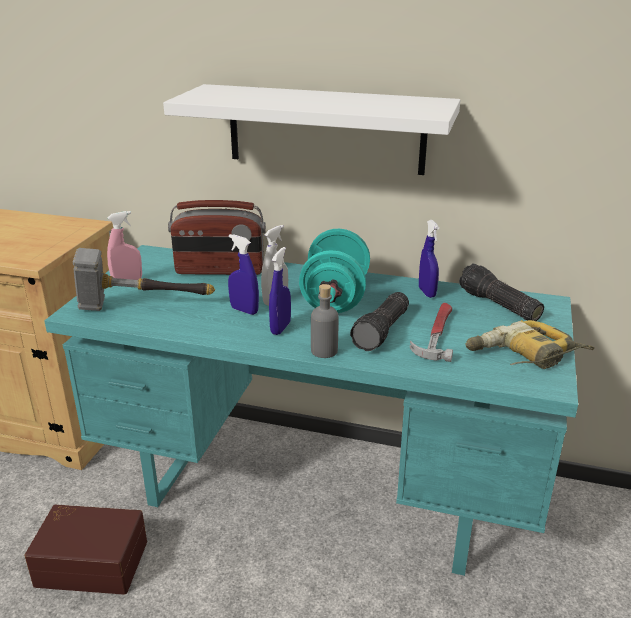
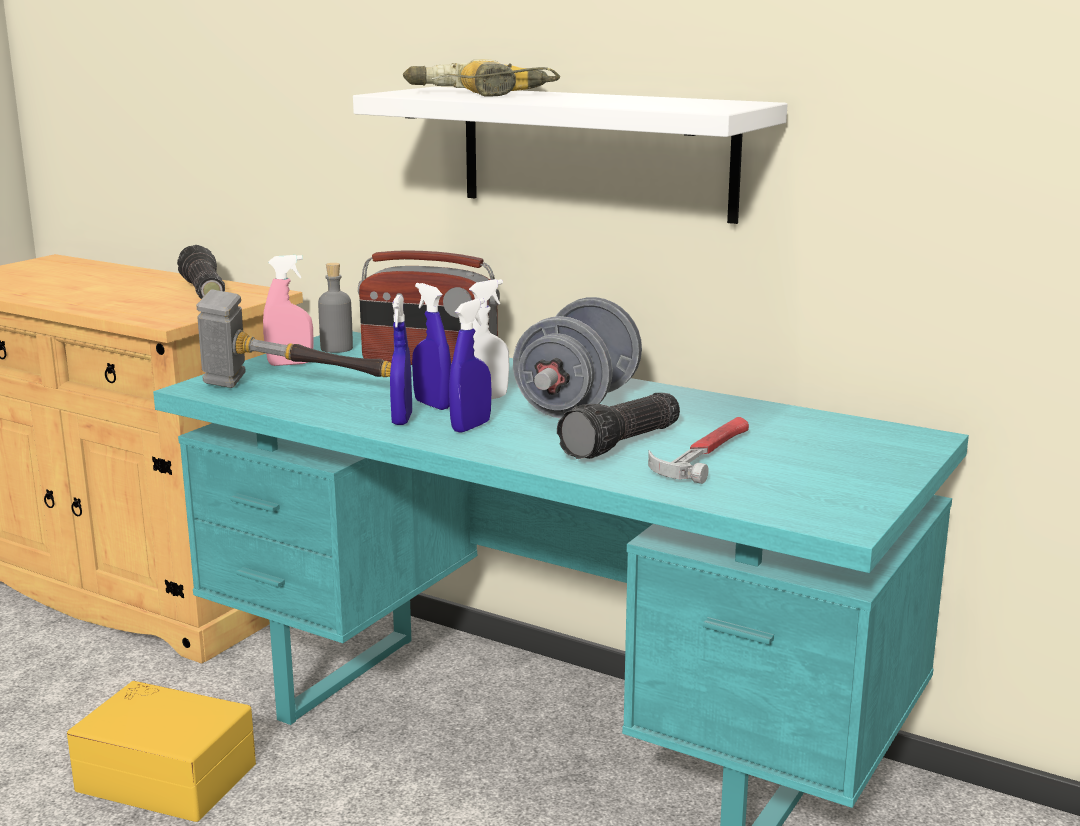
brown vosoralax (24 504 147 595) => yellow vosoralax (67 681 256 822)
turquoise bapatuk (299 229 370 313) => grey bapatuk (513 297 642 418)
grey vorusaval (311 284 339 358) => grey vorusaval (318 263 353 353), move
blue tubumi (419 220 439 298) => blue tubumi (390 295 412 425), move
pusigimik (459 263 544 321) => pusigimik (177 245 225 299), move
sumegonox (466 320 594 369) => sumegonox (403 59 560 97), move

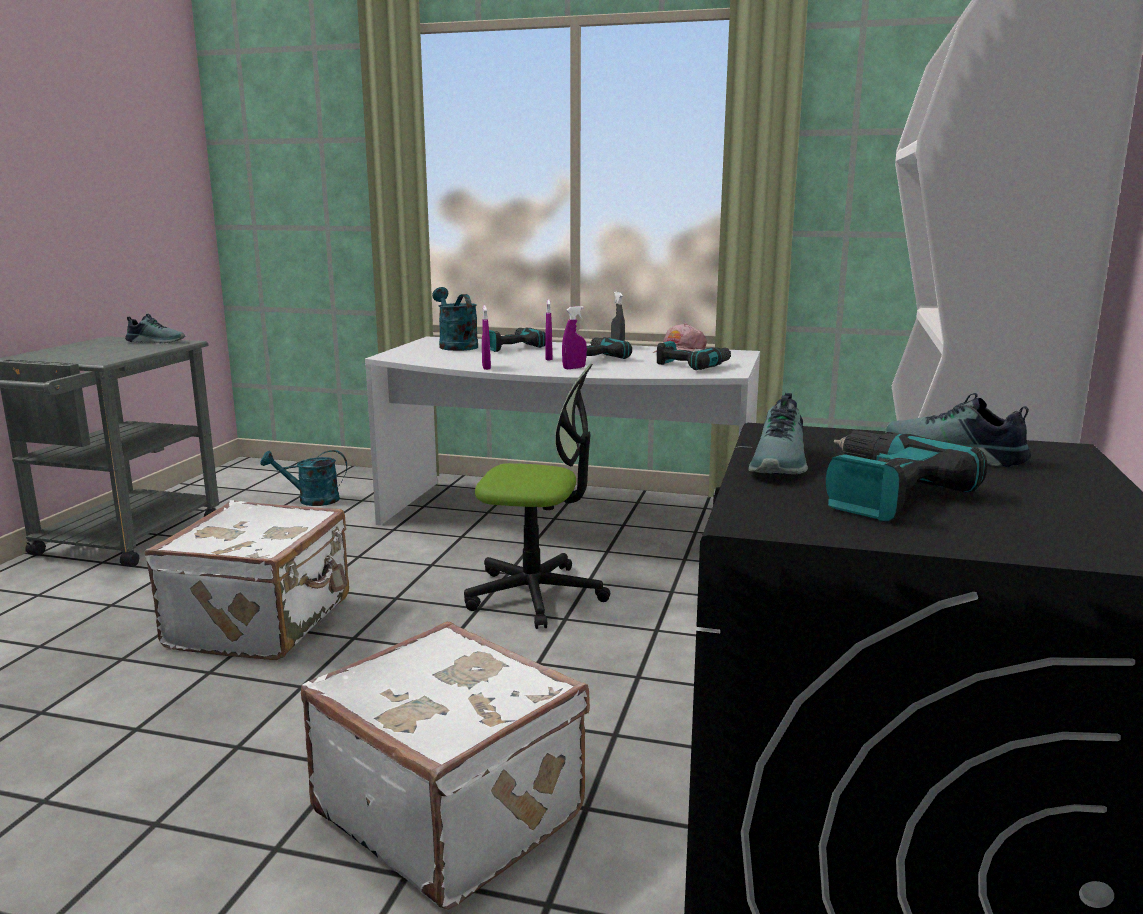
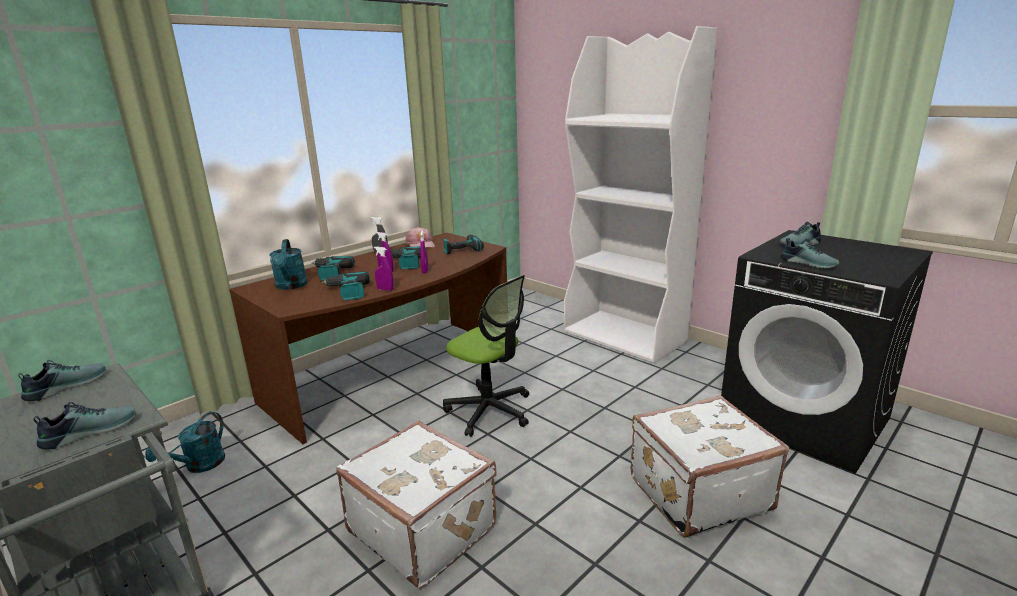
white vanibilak (365 336 760 525) => brown vanibilak (229 233 507 444)
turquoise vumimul (432 287 478 351) => turquoise vumimul (269 239 308 290), 105 degrees counterclockwise
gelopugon (464 364 610 629) => gelopugon (443 275 529 437), 90 degrees clockwise
sumegonox (826 430 988 522) => sumegonox (321 271 370 300), move
nothing => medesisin (34 402 136 450)

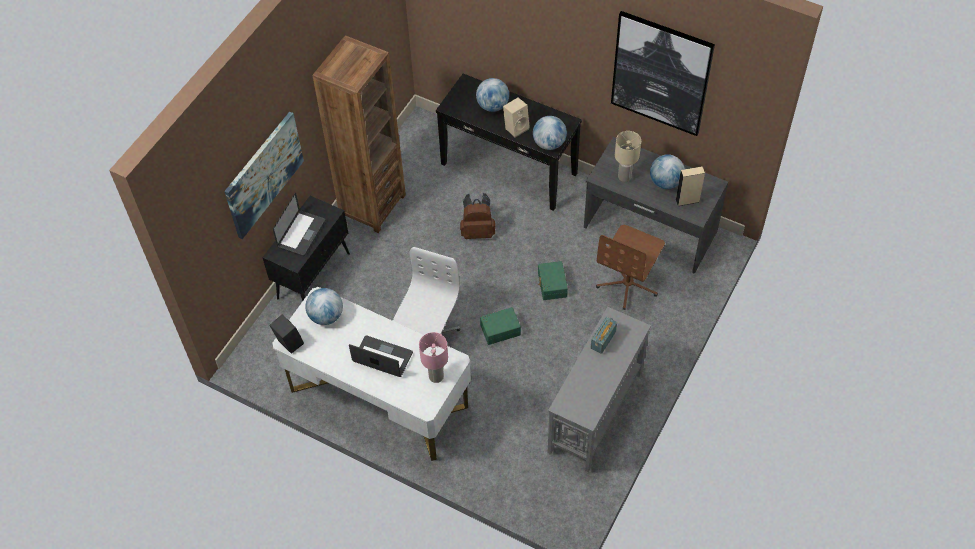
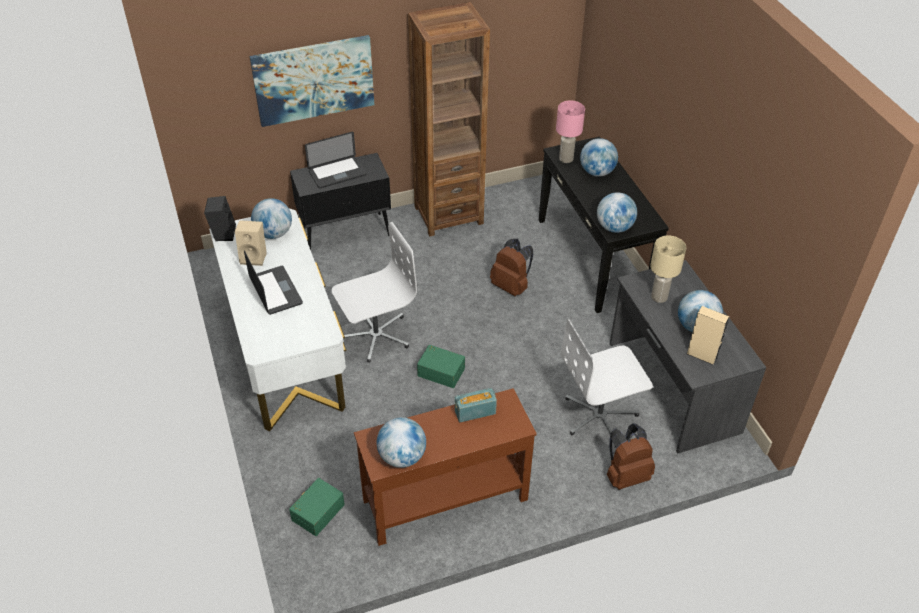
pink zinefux (419 332 448 383) => pink zinefux (556 100 585 163), move
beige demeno (503 97 530 138) => beige demeno (235 220 267 266), move
green vosoralax (538 261 568 300) => green vosoralax (289 478 345 536), move
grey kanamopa (548 307 651 472) => brown kanamopa (354 388 537 546)
brown gelopugon (596 225 665 310) => white gelopugon (561 319 653 435)
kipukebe (611 11 715 136) => nothing
nothing => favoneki (377 417 426 468)
nothing => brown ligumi (607 423 655 490)

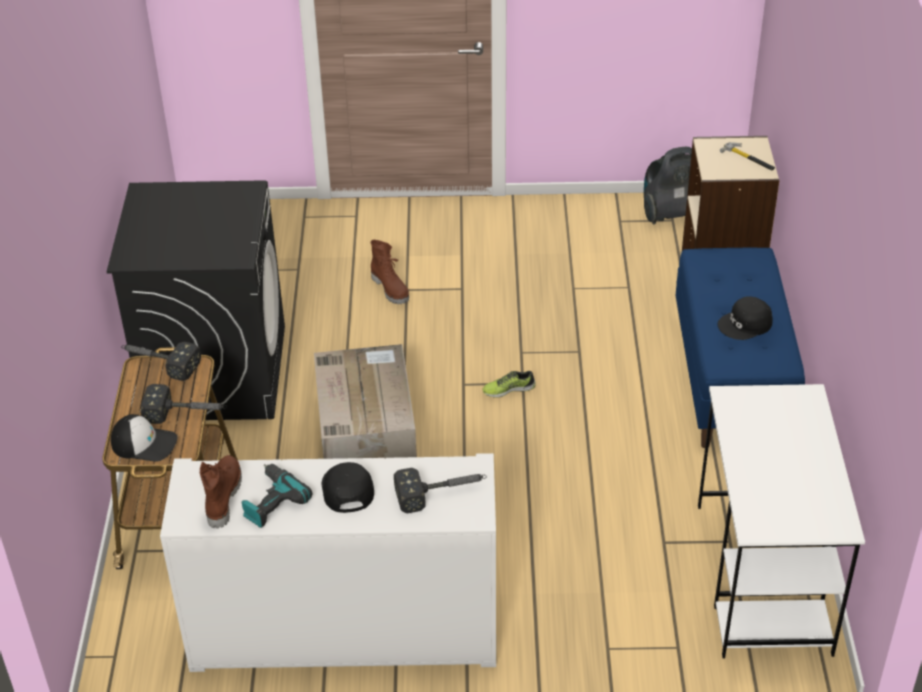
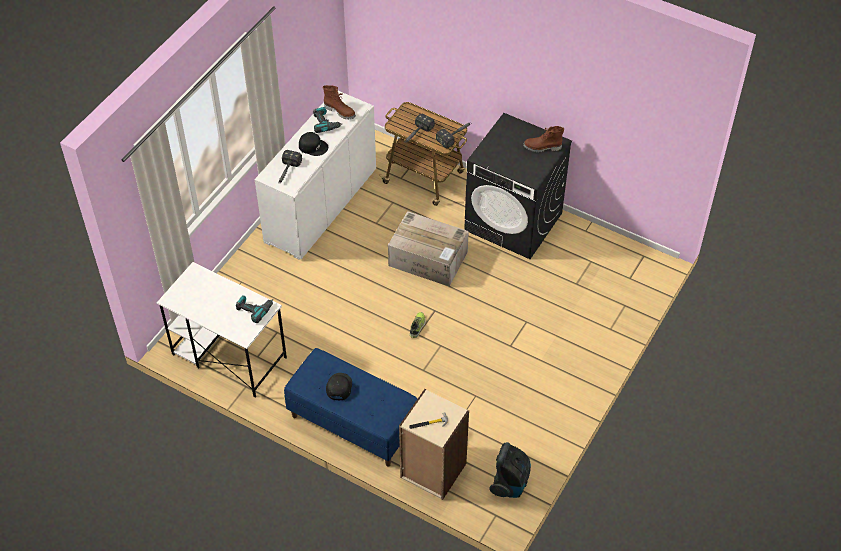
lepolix (111 414 178 461) => nothing
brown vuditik (371 240 409 304) => brown vuditik (523 126 564 152), move
nothing => sumegonox (236 295 273 323)

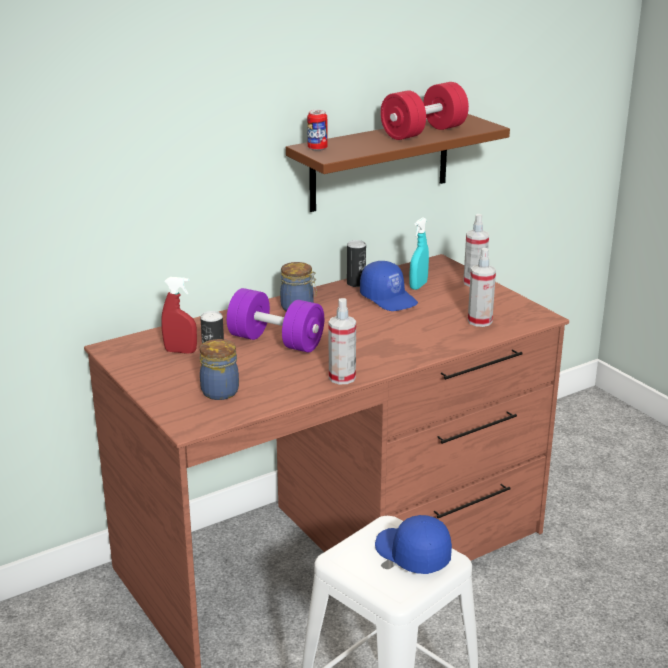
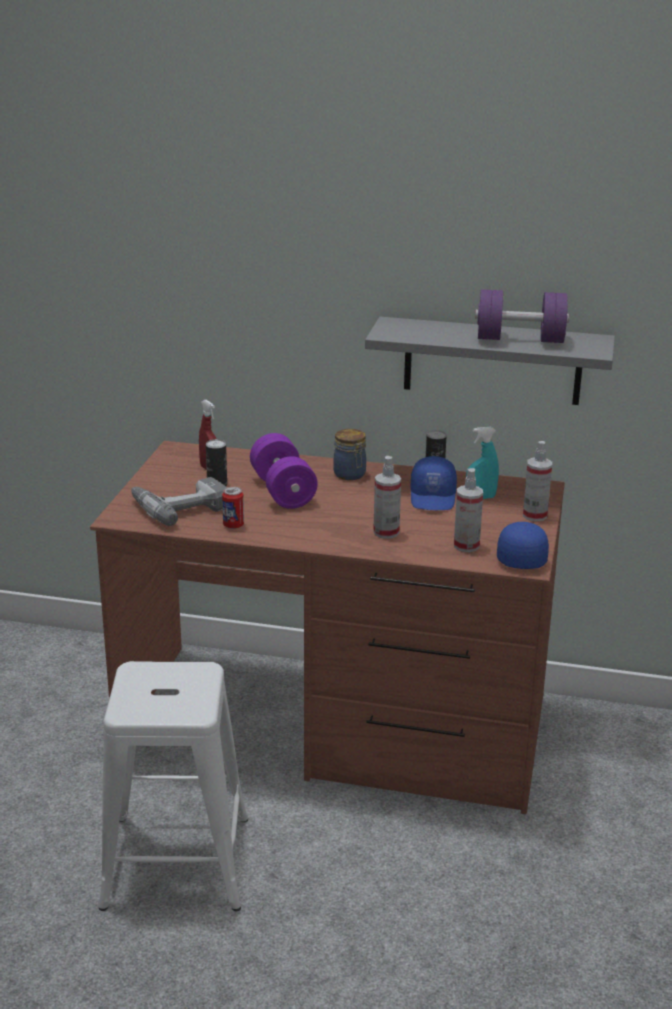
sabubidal (200 339 239 400) => sumegonox (131 477 227 526)
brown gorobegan (286 114 510 212) => grey gorobegan (365 317 615 405)
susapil (307 110 327 151) => susapil (222 487 244 529), move
tubumi (329 298 356 384) => tubumi (373 456 401 539), move
blue lepolix (375 515 452 574) => blue lepolix (497 522 549 569), move
red bapatuk (381 82 469 140) => purple bapatuk (475 289 569 343)

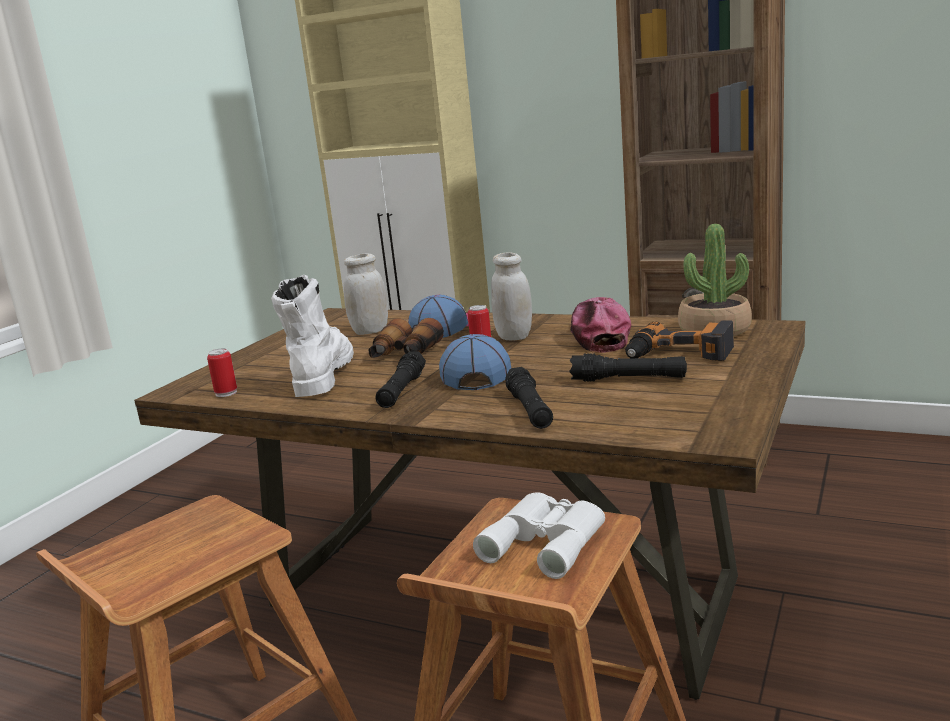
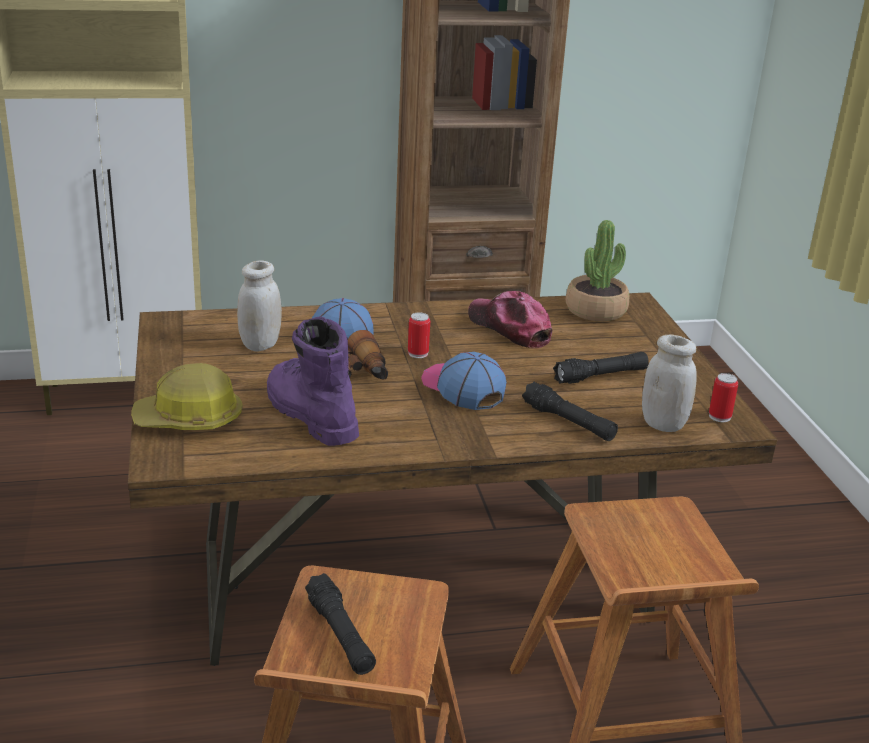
susapil (207 348 237 397) => susapil (709 373 738 422), move
white vuditik (271 275 354 397) => purple vuditik (267 316 359 446)
black pusigimik (375 352 426 408) => black pusigimik (305 573 376 675), move
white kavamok (473 493 605 579) => nothing
white sabubidal (491 253 532 341) => white sabubidal (642 334 697 432), move
sumegonox (625 320 734 361) => nothing
nothing => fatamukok (131 363 243 430)

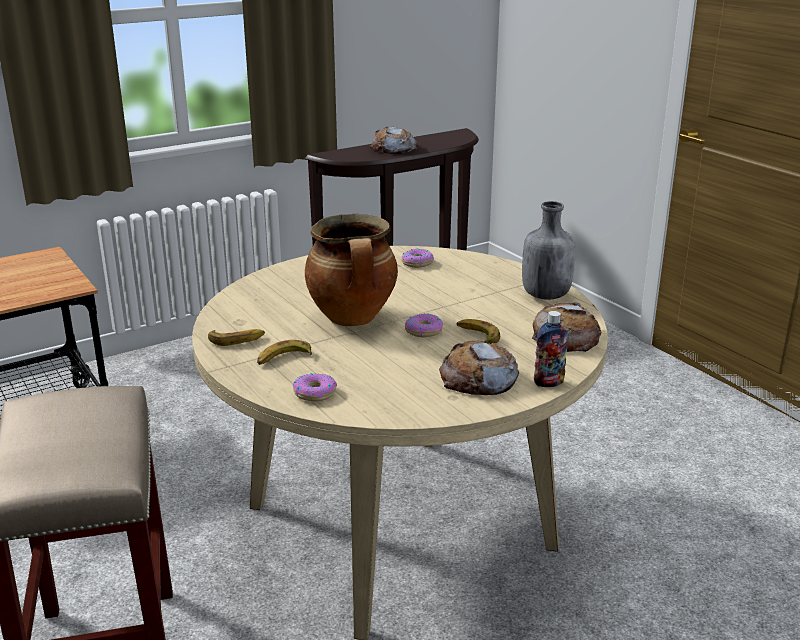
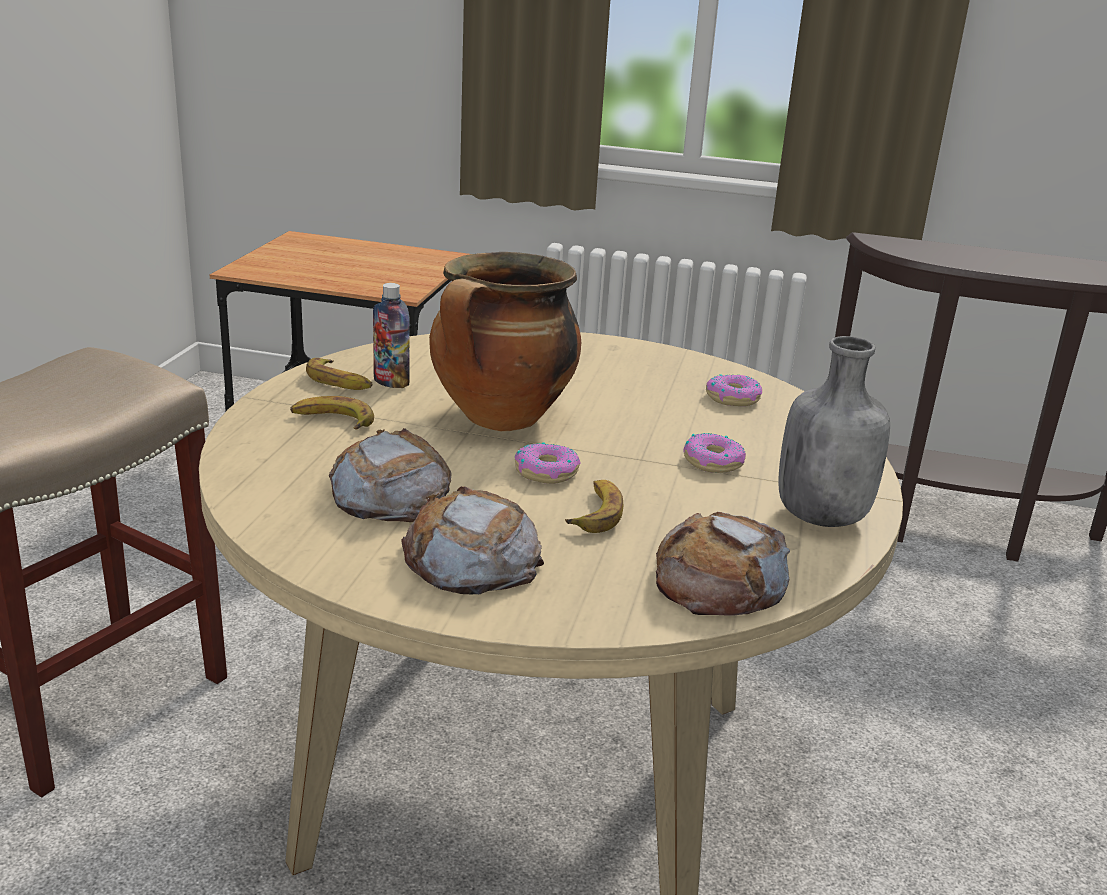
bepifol (293 373 337 401) => bepifol (684 433 746 473), move
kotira (370 127 417 154) => kotira (329 428 452 522), move
vorusaval (534 311 568 387) => vorusaval (373 283 410 388), move

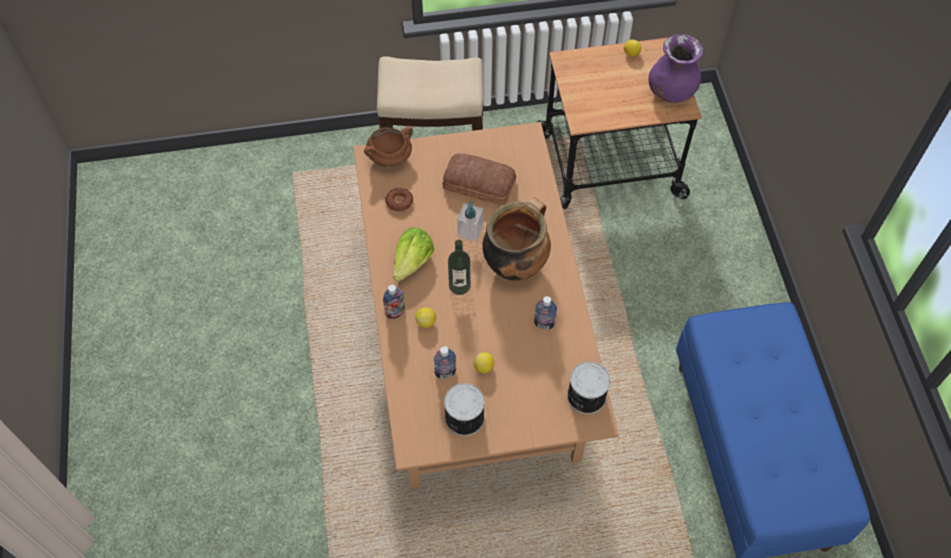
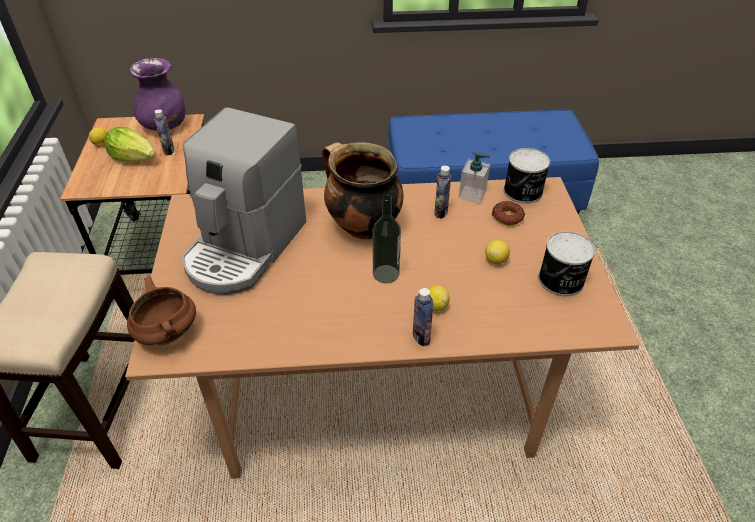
bepifol (385 188 413 211) => bepifol (492 201 525 225), move
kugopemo (393 228 434 281) => kugopemo (104 127 156 162), move
vorusaval (434 346 456 379) => vorusaval (154 109 174 155), move
kotira (443 154 516 205) => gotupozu (182 107 306 295)
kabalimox (457 201 483 241) => kabalimox (459 151 490 204), move

